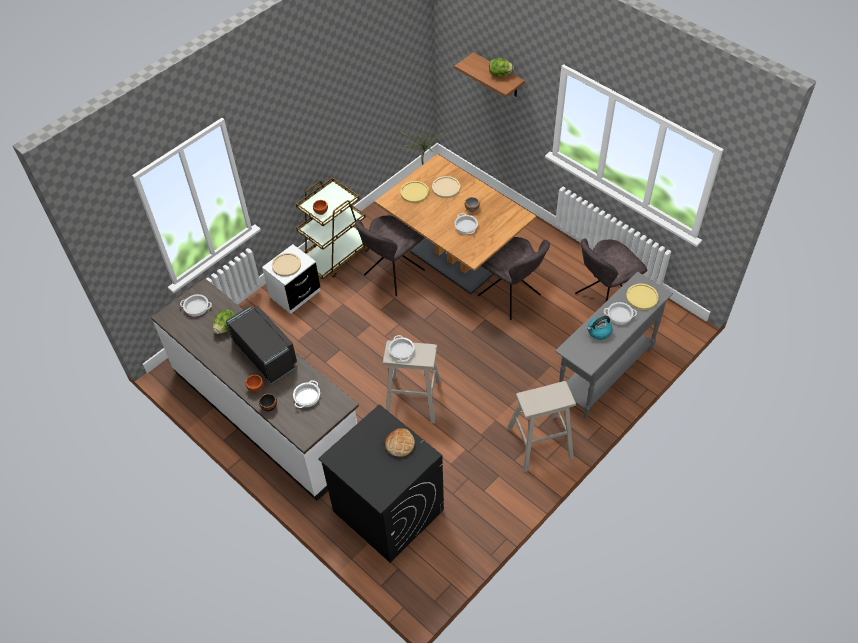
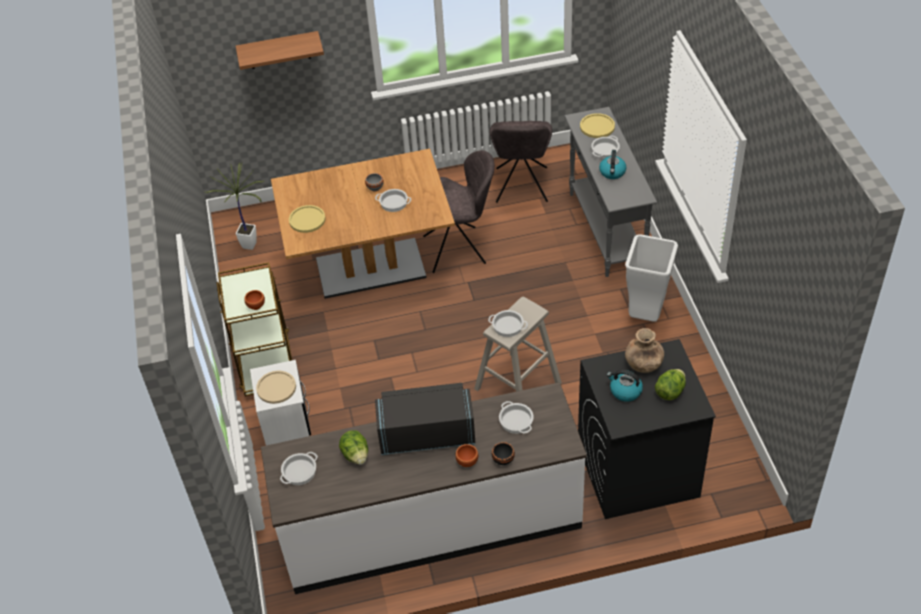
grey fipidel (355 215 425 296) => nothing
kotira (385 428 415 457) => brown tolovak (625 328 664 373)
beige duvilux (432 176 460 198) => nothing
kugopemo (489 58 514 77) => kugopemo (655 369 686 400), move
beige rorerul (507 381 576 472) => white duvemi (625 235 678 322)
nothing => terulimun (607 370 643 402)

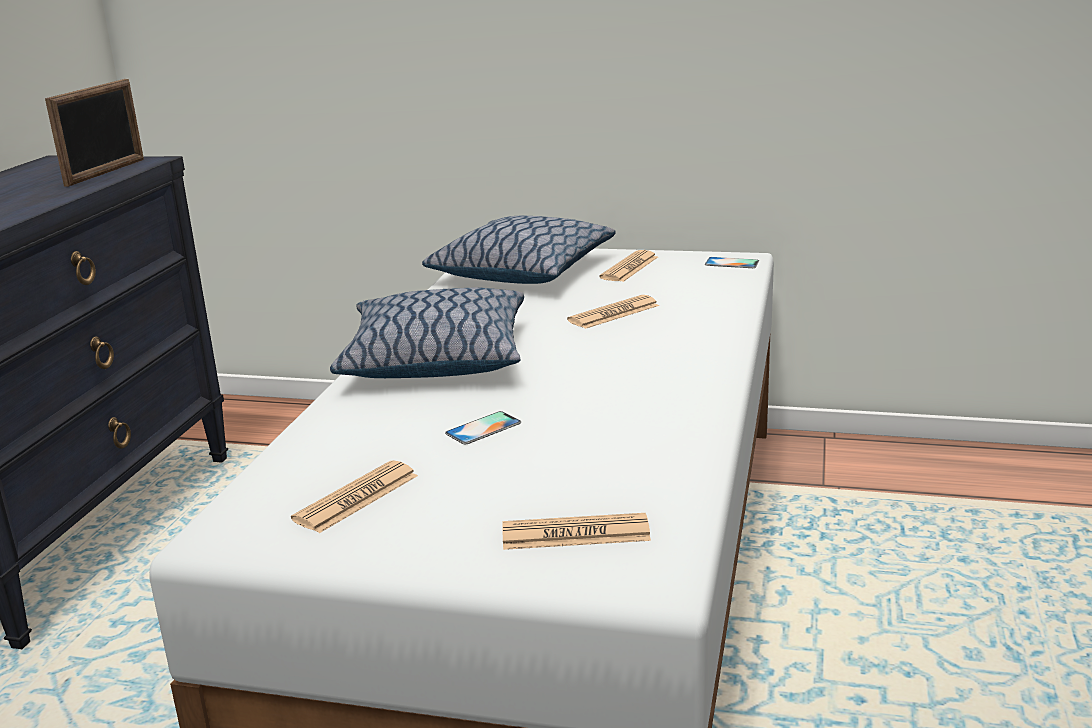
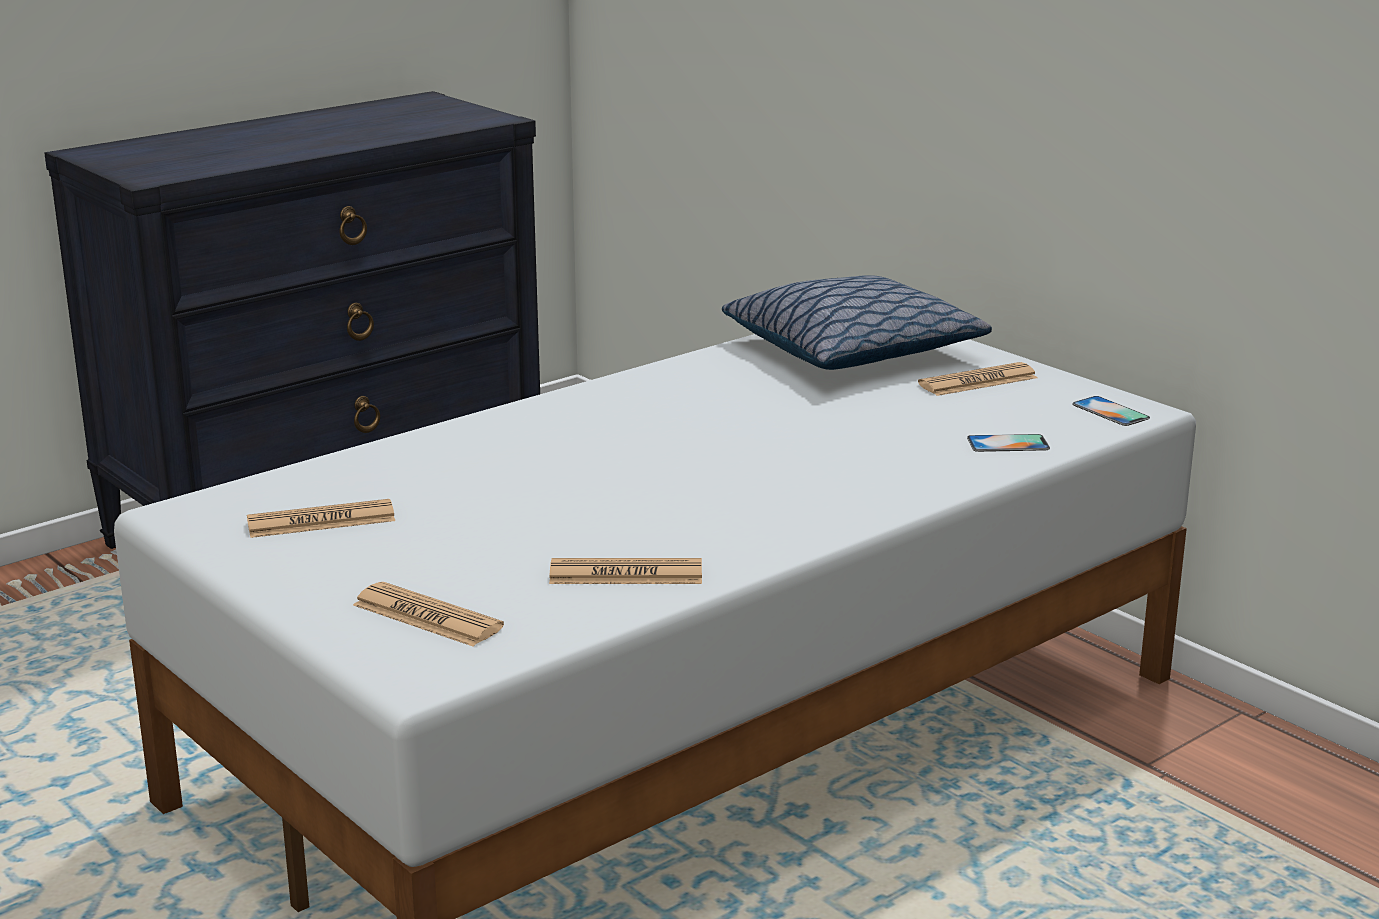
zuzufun (45 79 144 187) => nothing
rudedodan (330 288 524 378) => nothing
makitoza (445 411 521 444) => makitoza (967 434 1050 452), move
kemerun (567 295 659 329) => kemerun (549 558 702 584), move

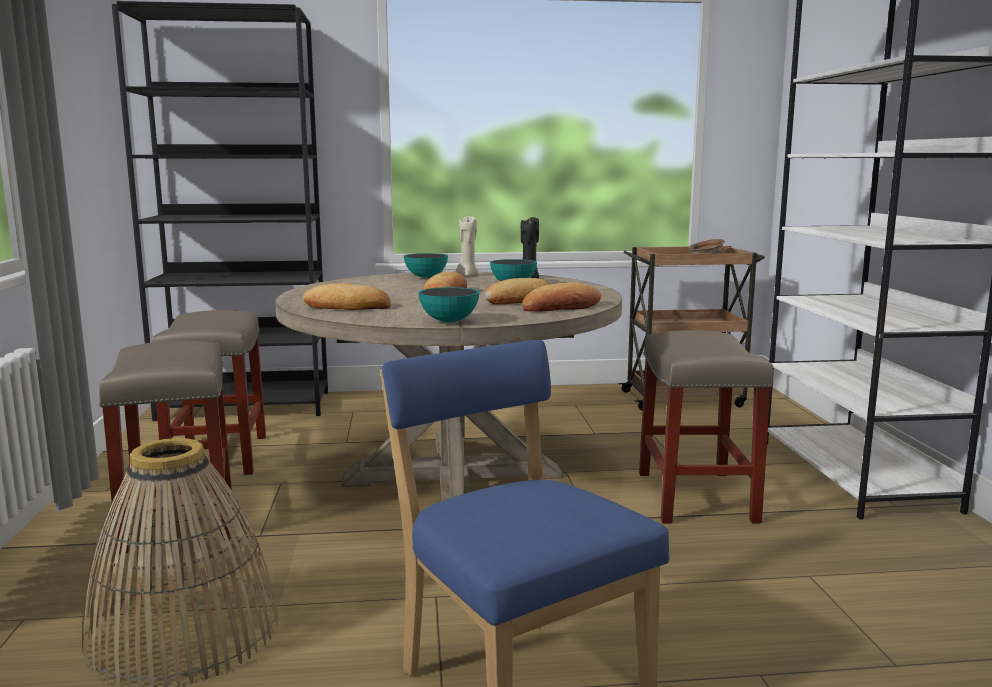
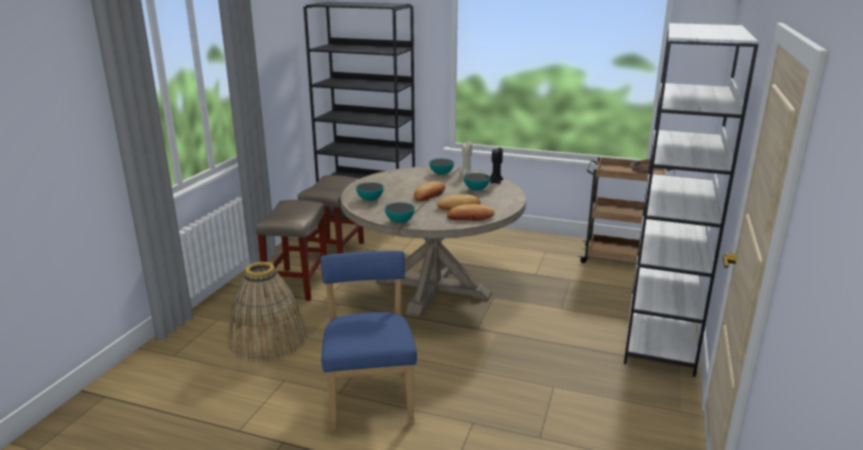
kotira (303 283 391 310) => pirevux (356 182 384 201)
beige rorerul (639 330 774 524) => nothing

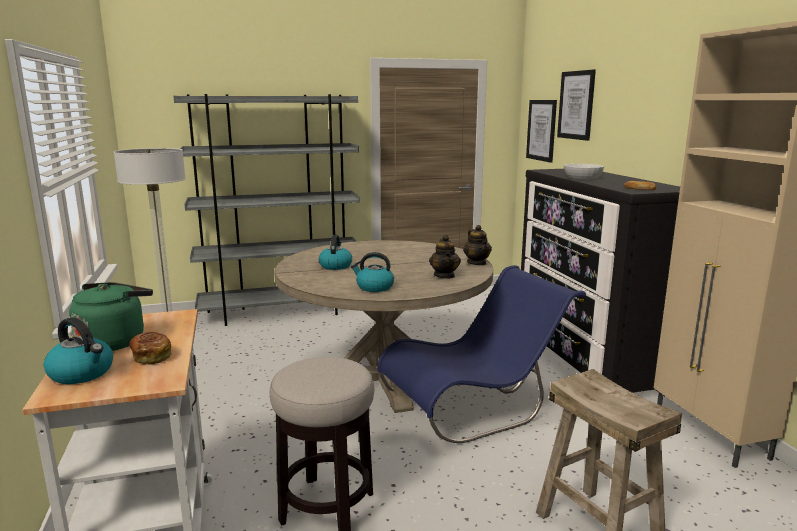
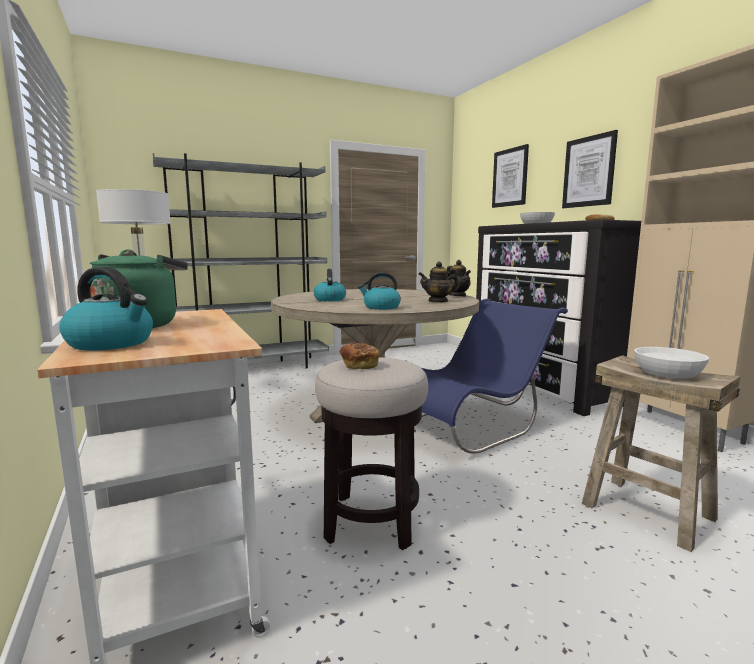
kotira (129 332 172 364) => kotira (339 343 380 369), move
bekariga (429 235 461 279) => bekariga (418 261 459 303), 90 degrees clockwise
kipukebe (526 100 557 163) => kipukebe (562 130 618 208), move
nothing => white pirevux (634 347 709 378)

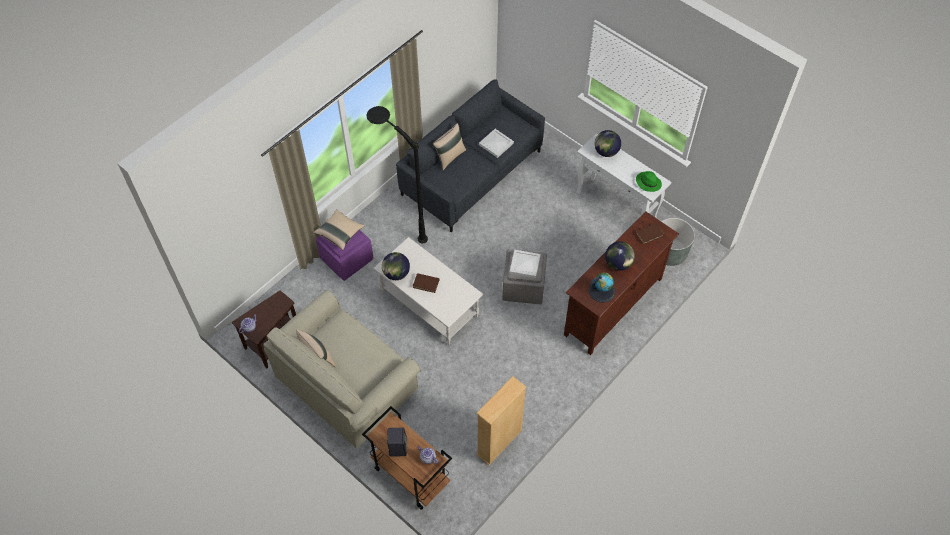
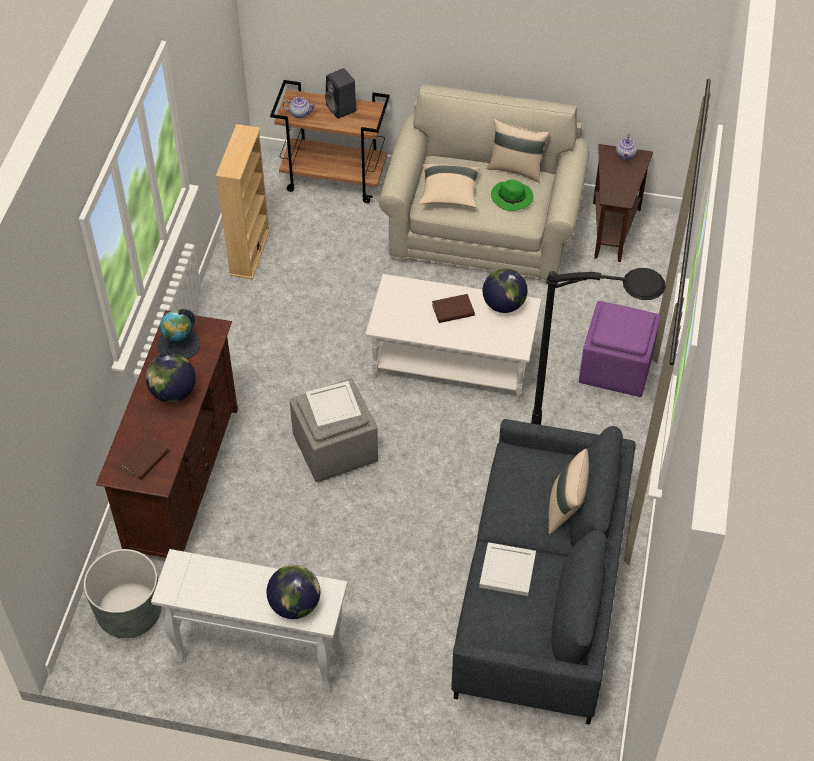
beige rudedodan (314 209 365 250) => beige rudedodan (419 164 480 208), move
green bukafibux (636 171 662 192) => green bukafibux (491 179 534 211), move

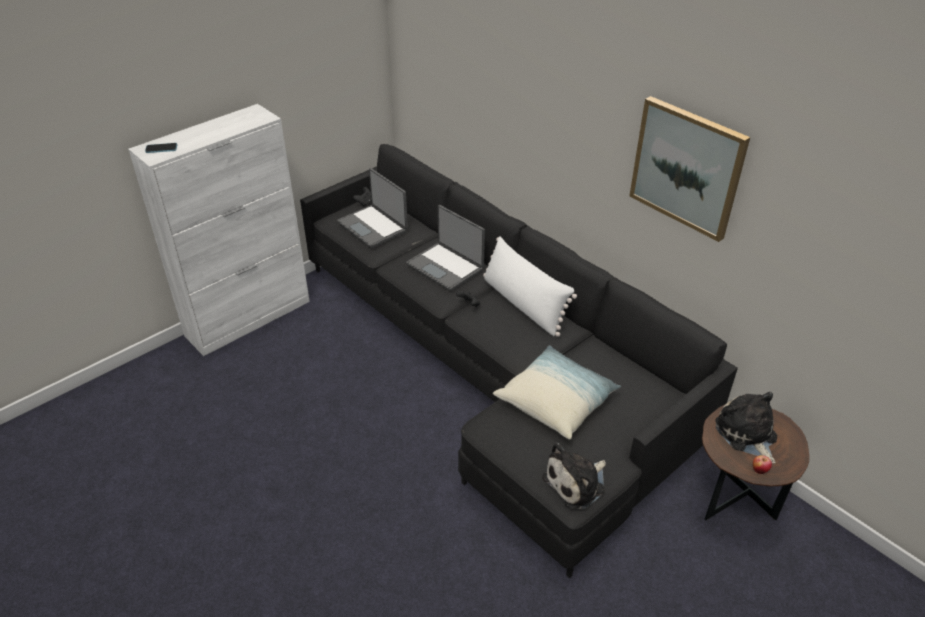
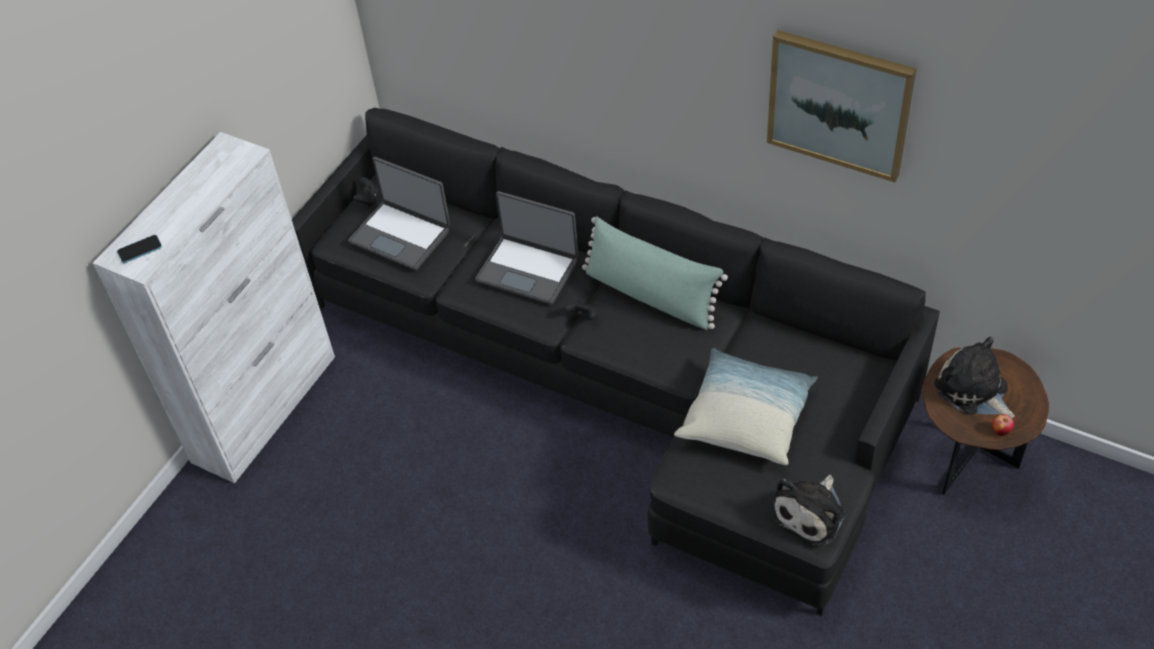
white rudedodan (483 236 577 337) => green rudedodan (582 216 728 330)

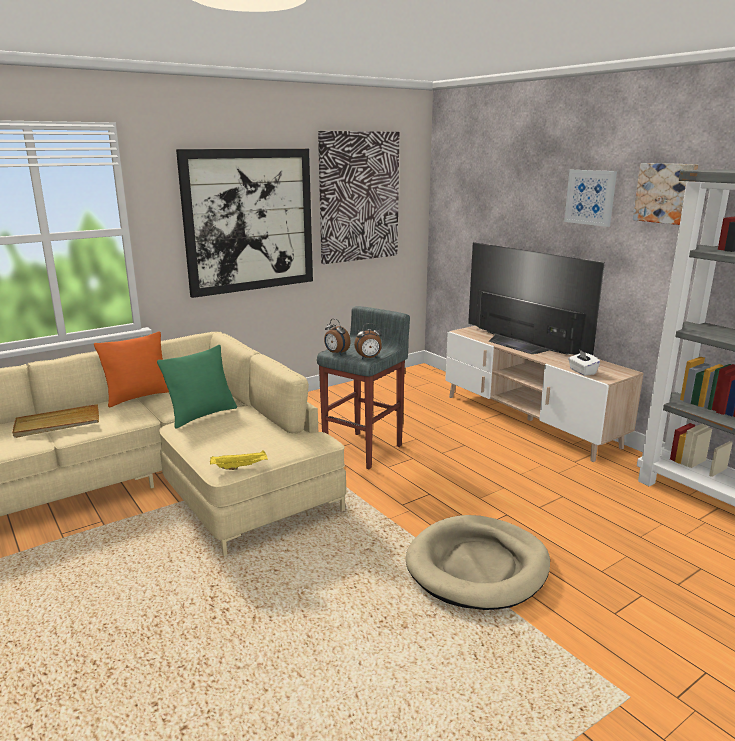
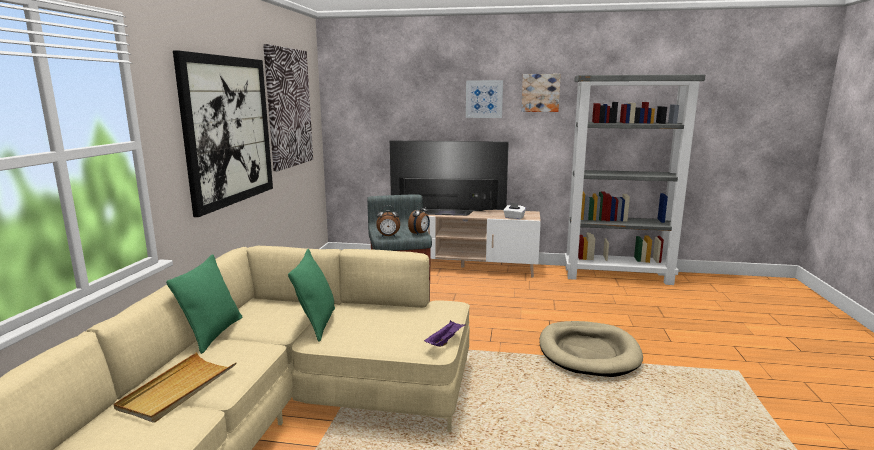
orange rudedodan (94 331 169 407) => green rudedodan (166 254 243 354)
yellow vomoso (210 450 268 470) => purple vomoso (424 320 465 347)

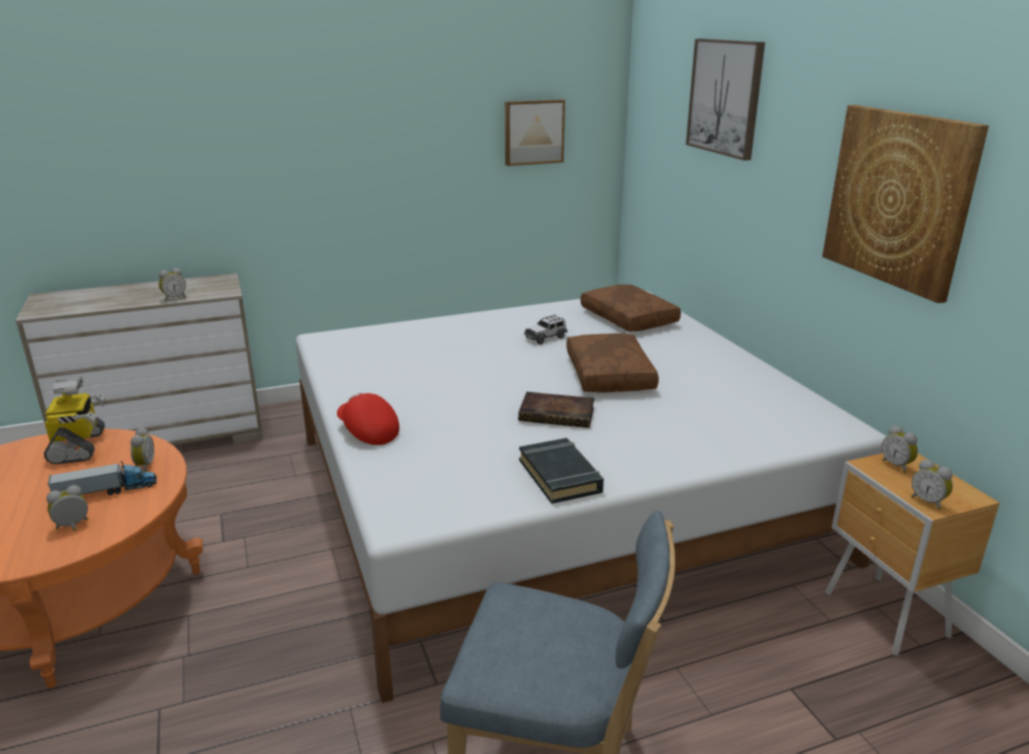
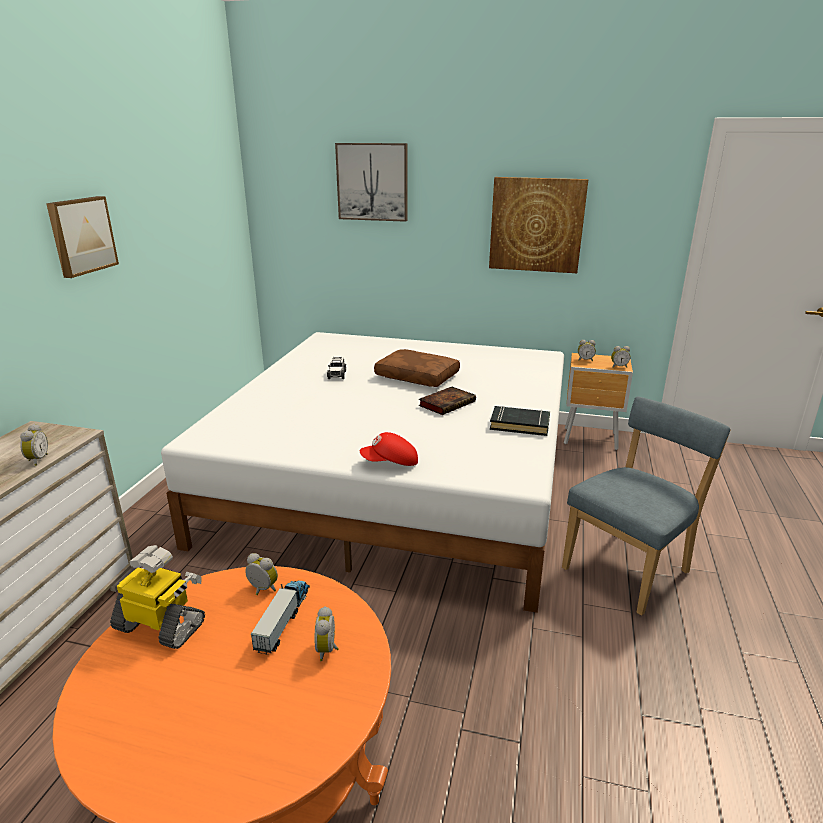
kipukebe (505 99 565 166) => kipukebe (46 196 119 278), move
brown rudedodan (580 284 681 332) => nothing

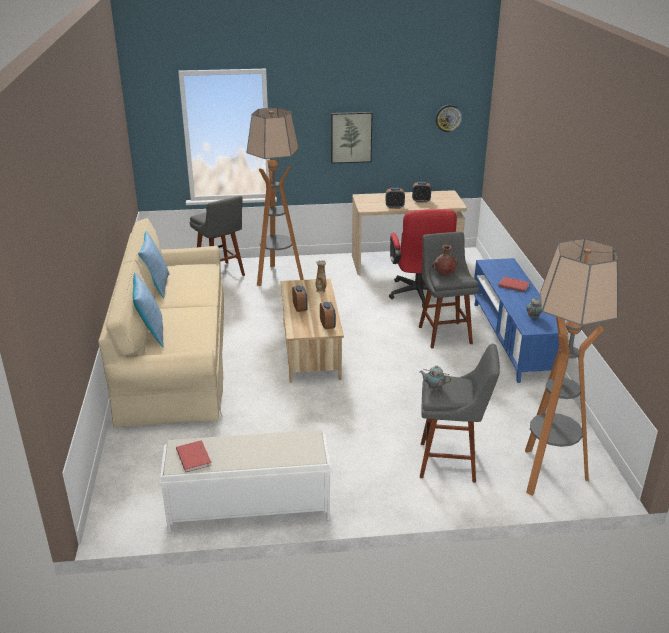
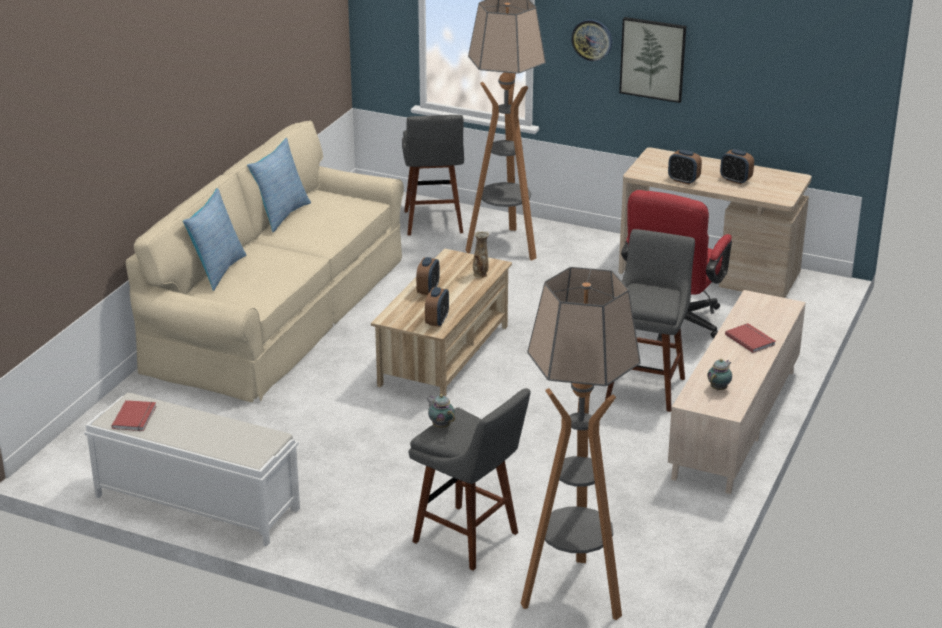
brown tolovak (432 245 458 275) => nothing
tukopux (435 105 463 132) => tukopux (571 19 612 61), move
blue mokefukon (474 258 568 383) => beige mokefukon (668 290 806 494)

